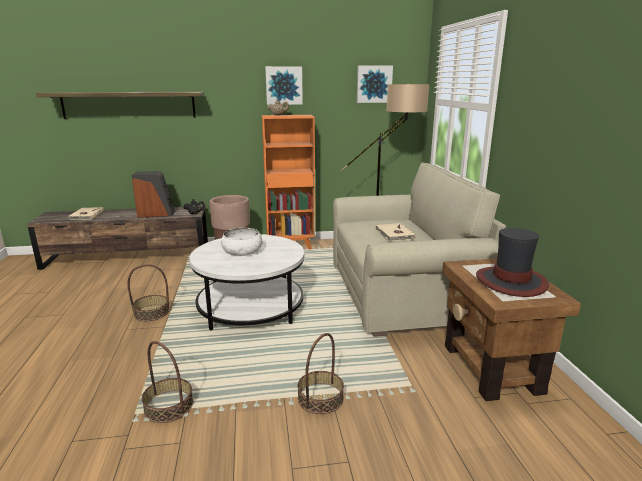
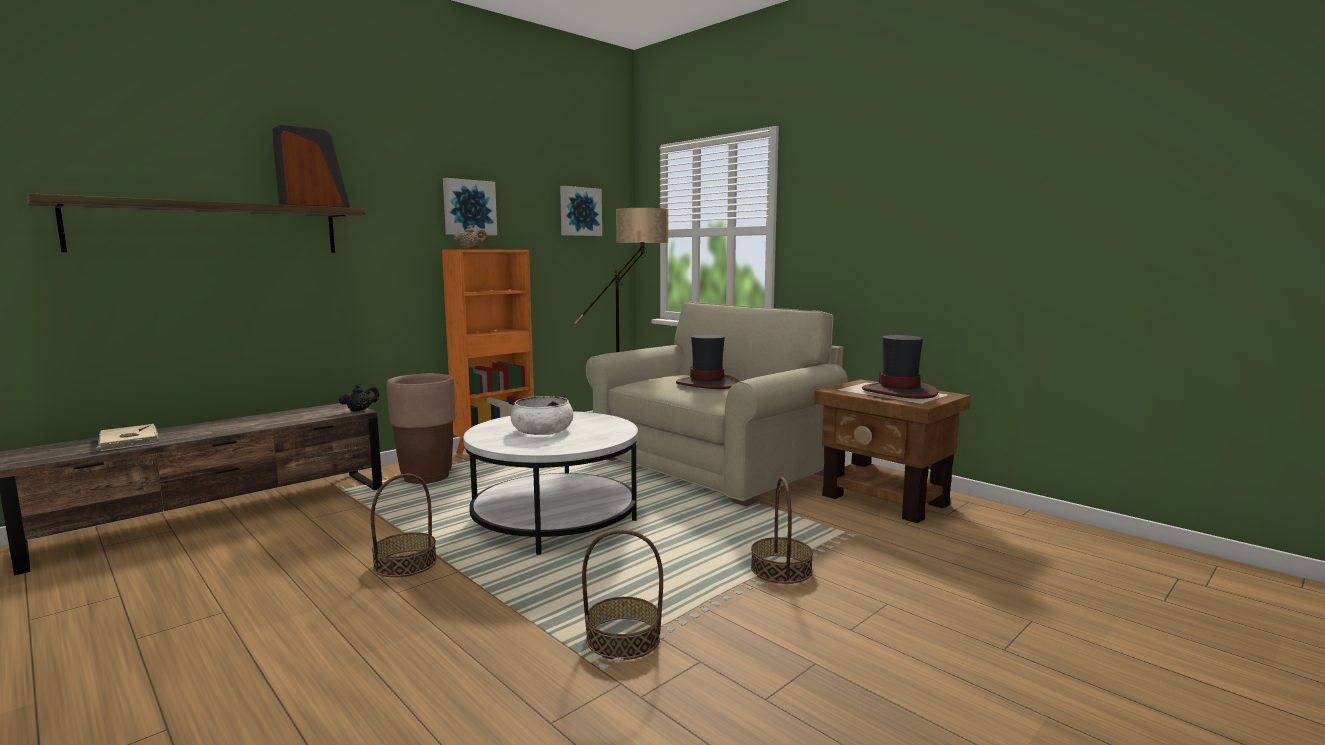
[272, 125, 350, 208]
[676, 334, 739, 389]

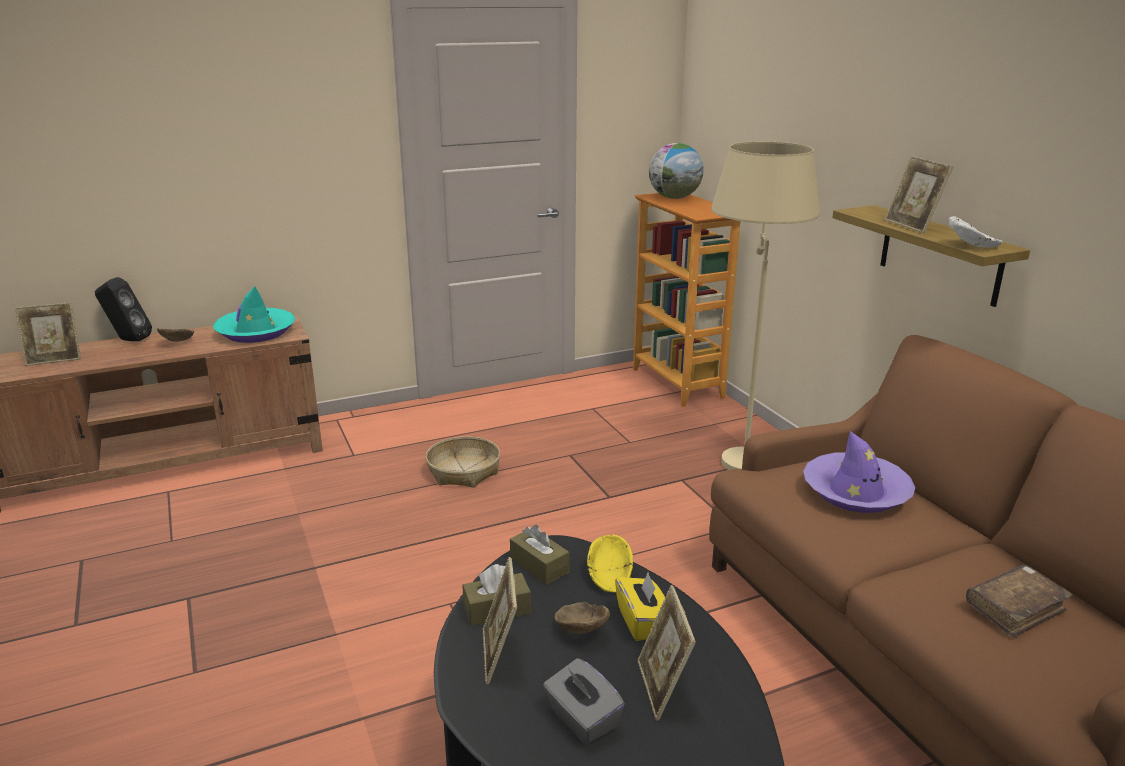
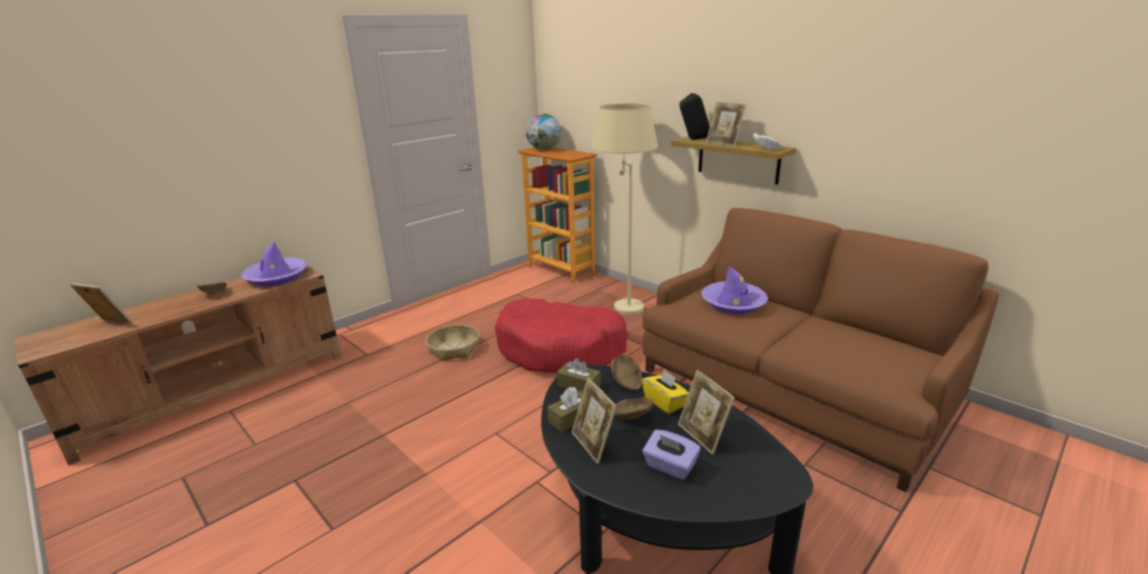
[69, 283, 132, 323]
[241, 242, 307, 286]
[495, 298, 628, 373]
[610, 355, 642, 390]
[642, 430, 701, 480]
[680, 93, 710, 140]
[966, 565, 1073, 638] (first image)

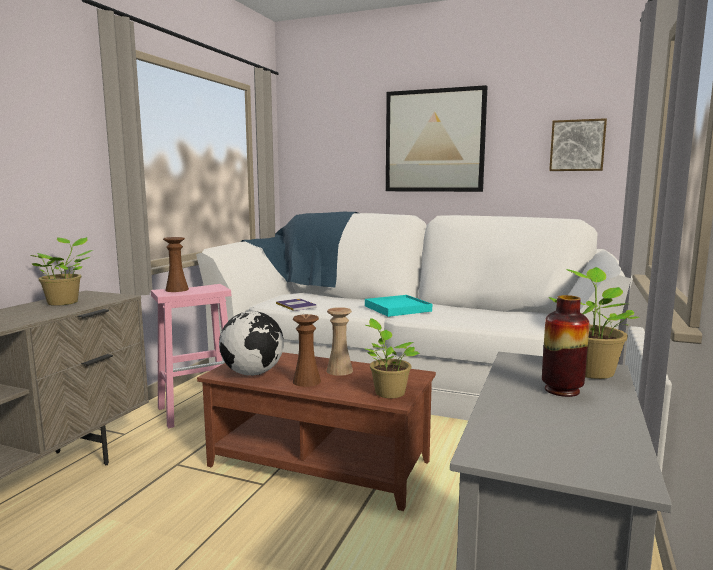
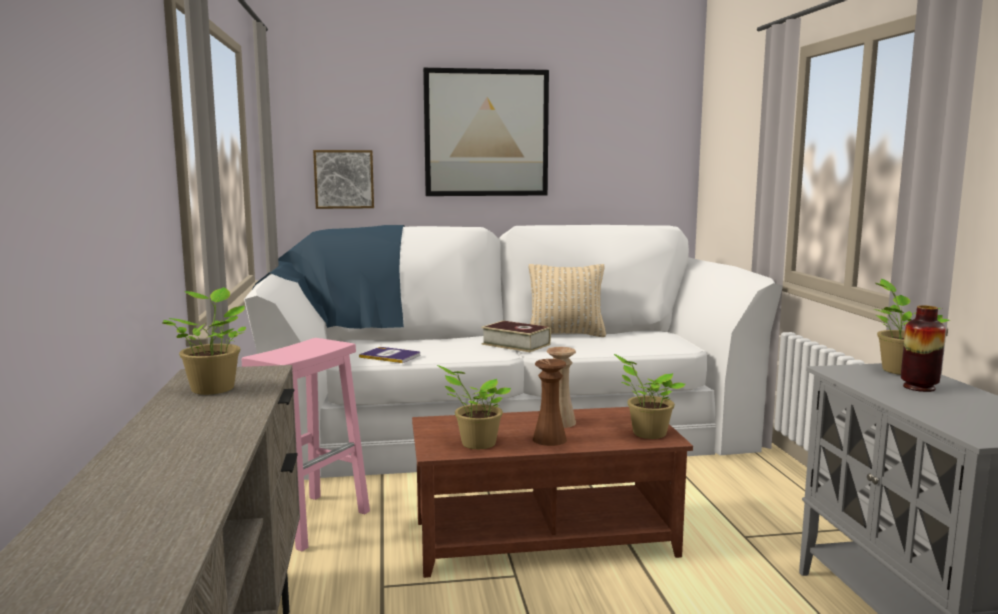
[313, 150, 374, 209]
[437, 365, 511, 449]
[481, 321, 551, 352]
[529, 264, 606, 337]
[163, 237, 189, 292] (first image)

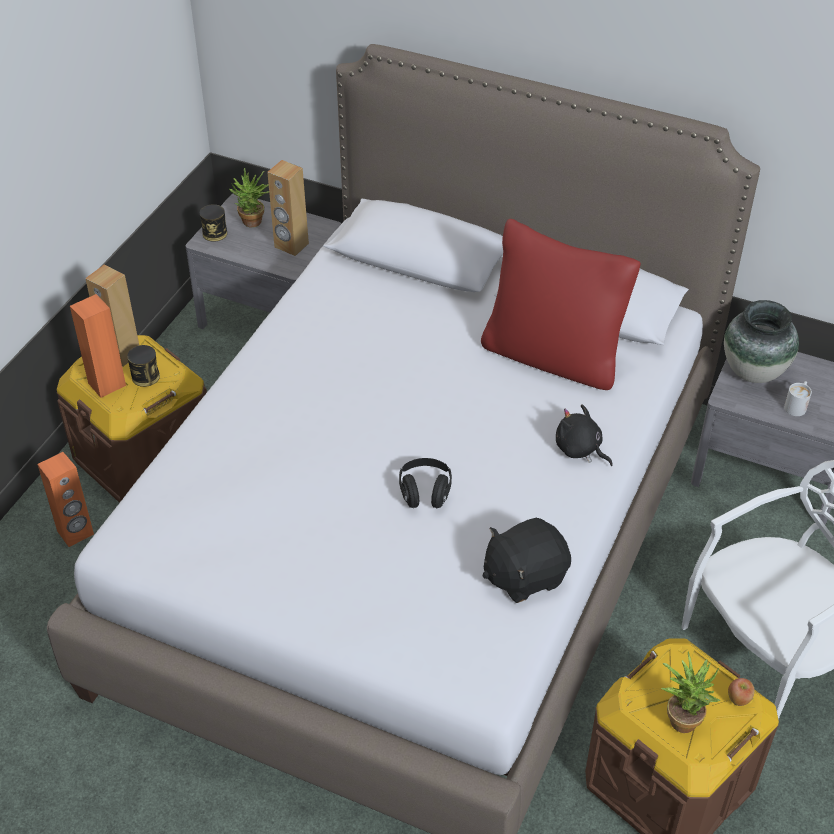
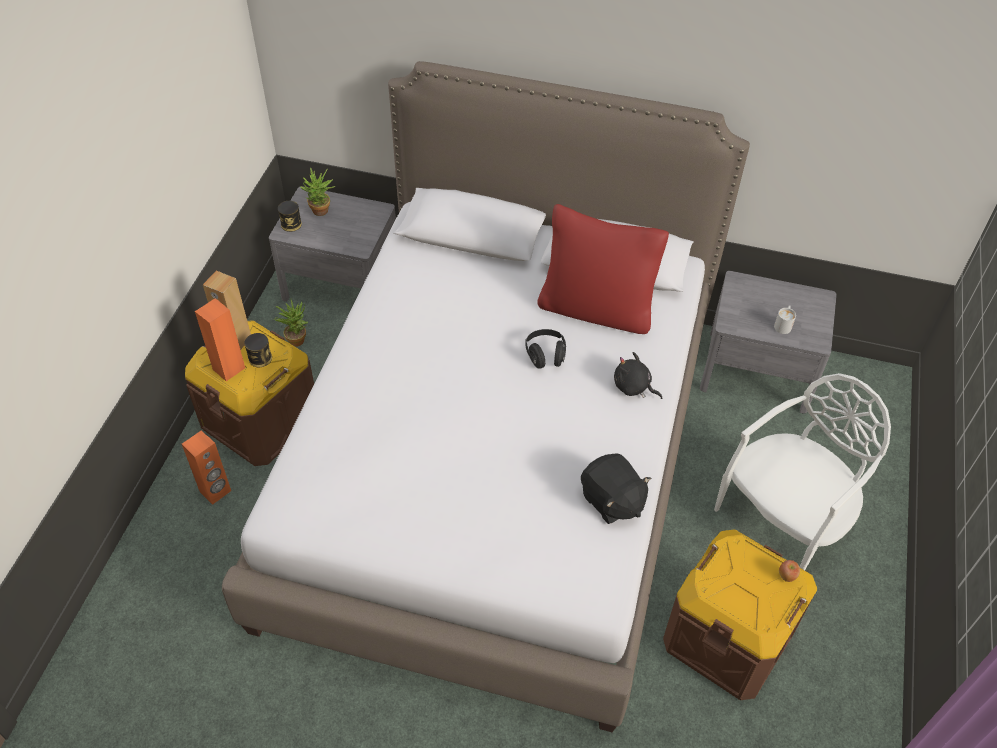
[274, 300, 308, 347]
[525, 329, 566, 369]
[581, 453, 651, 524]
[267, 160, 309, 256] (first image)
[724, 300, 799, 383] (first image)

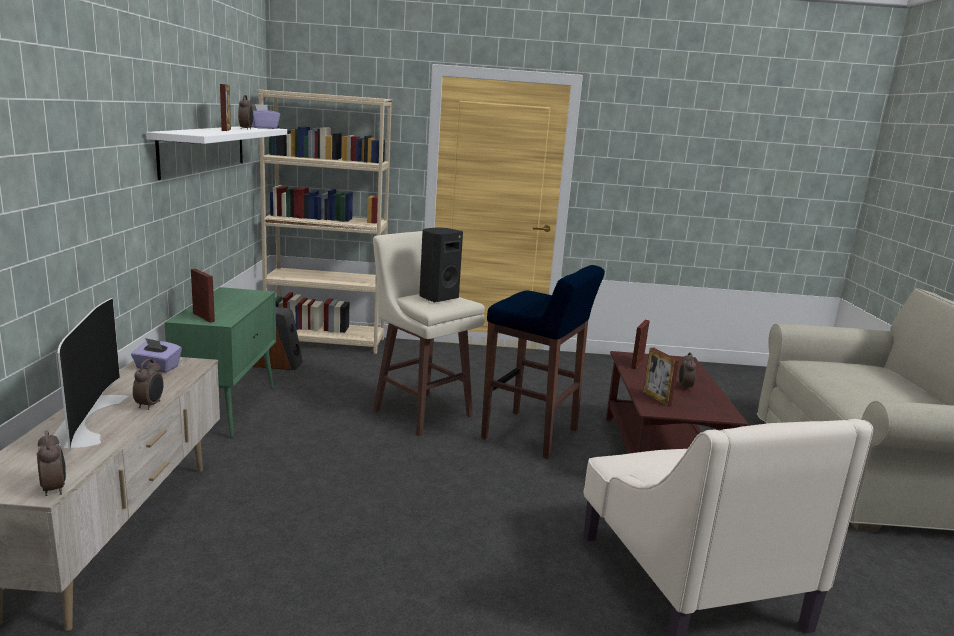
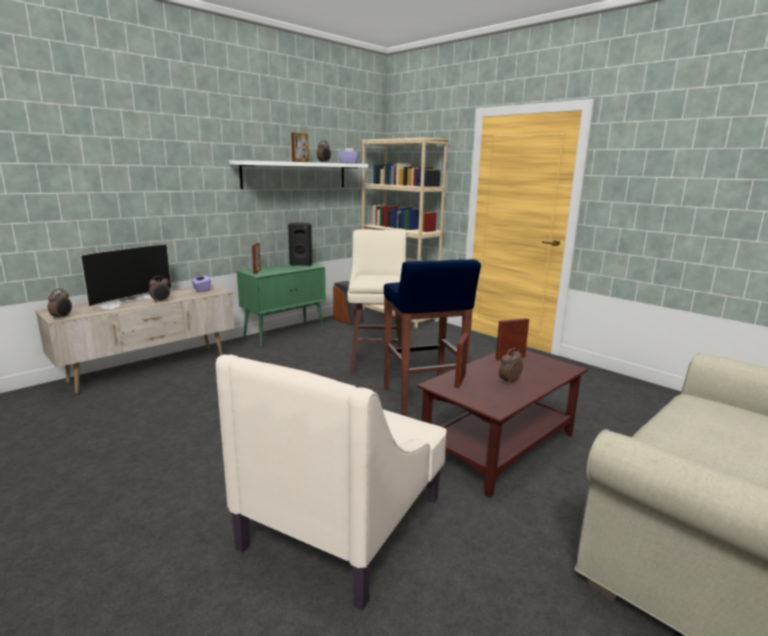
[288, 223, 312, 266]

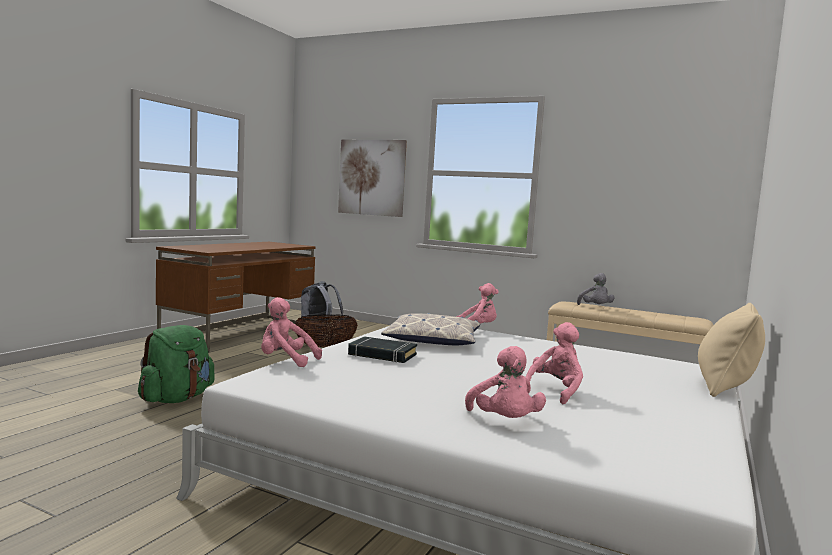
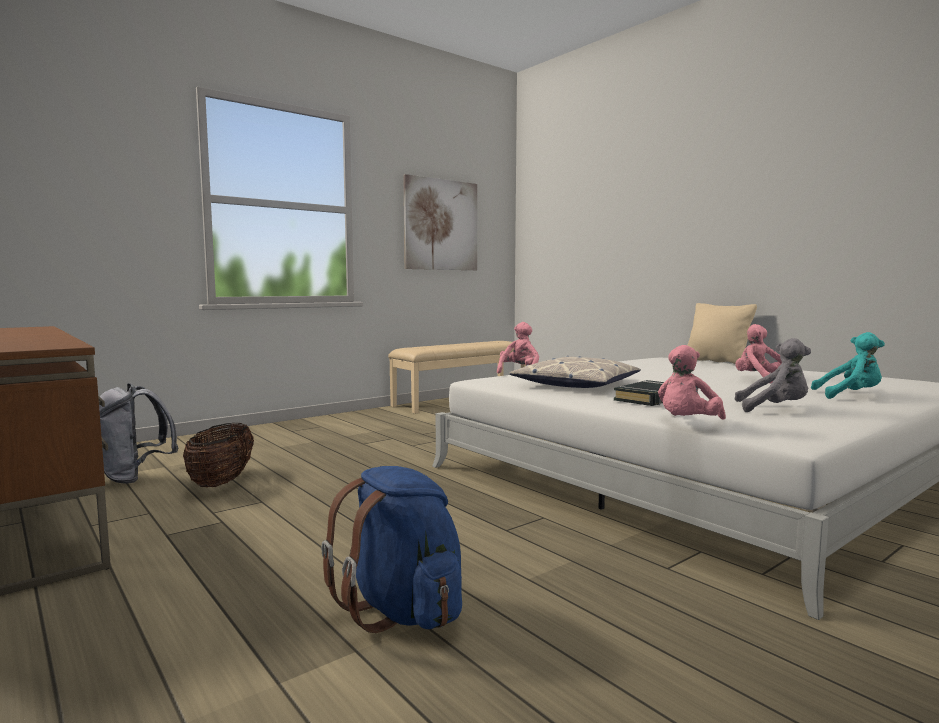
[321, 466, 462, 633]
[403, 174, 477, 270]
[735, 338, 811, 412]
[811, 332, 885, 399]

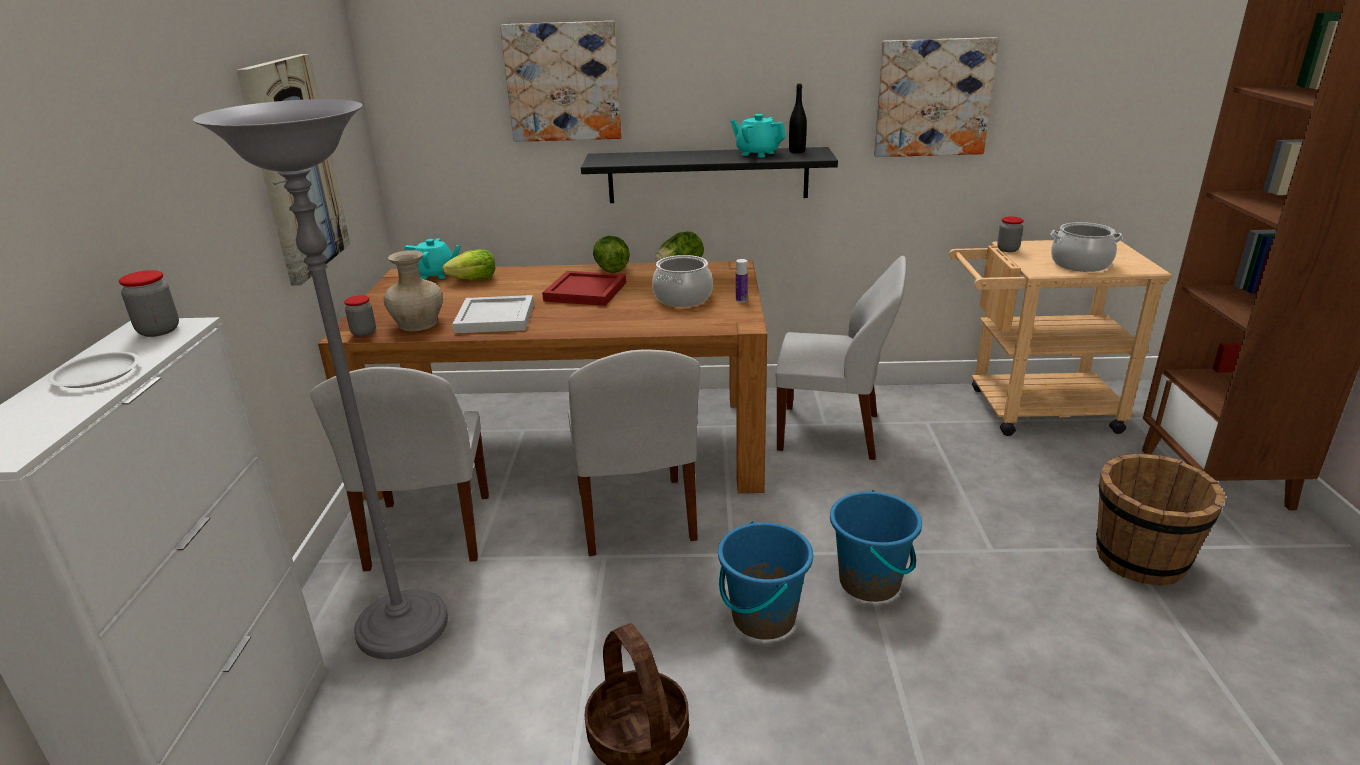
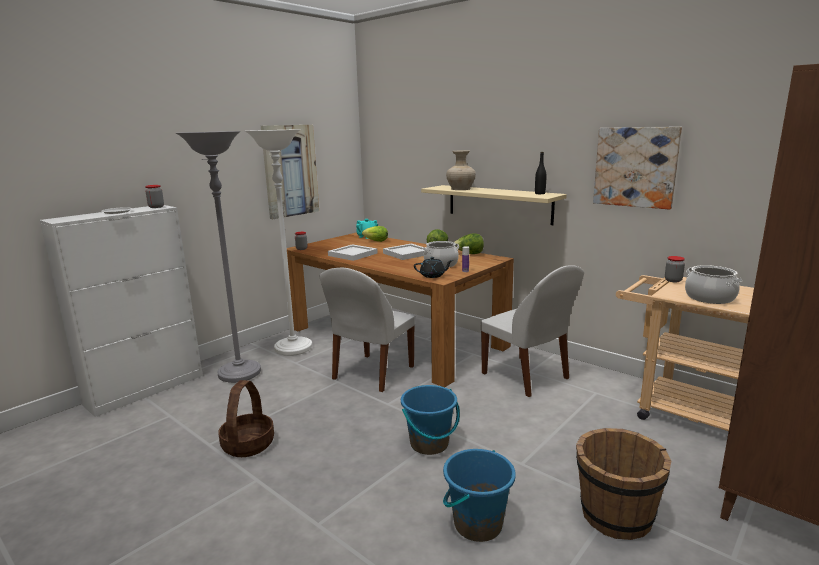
[245, 129, 312, 356]
[383, 244, 424, 260]
[414, 257, 453, 278]
[421, 185, 567, 225]
[443, 449, 516, 542]
[446, 150, 476, 190]
[500, 21, 622, 142] (first image)
[730, 114, 786, 158] (first image)

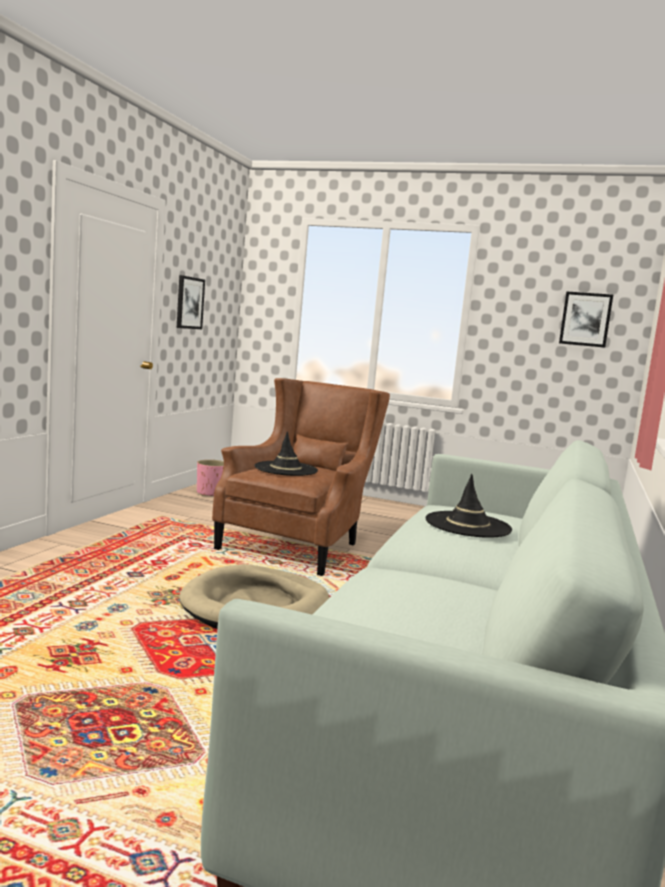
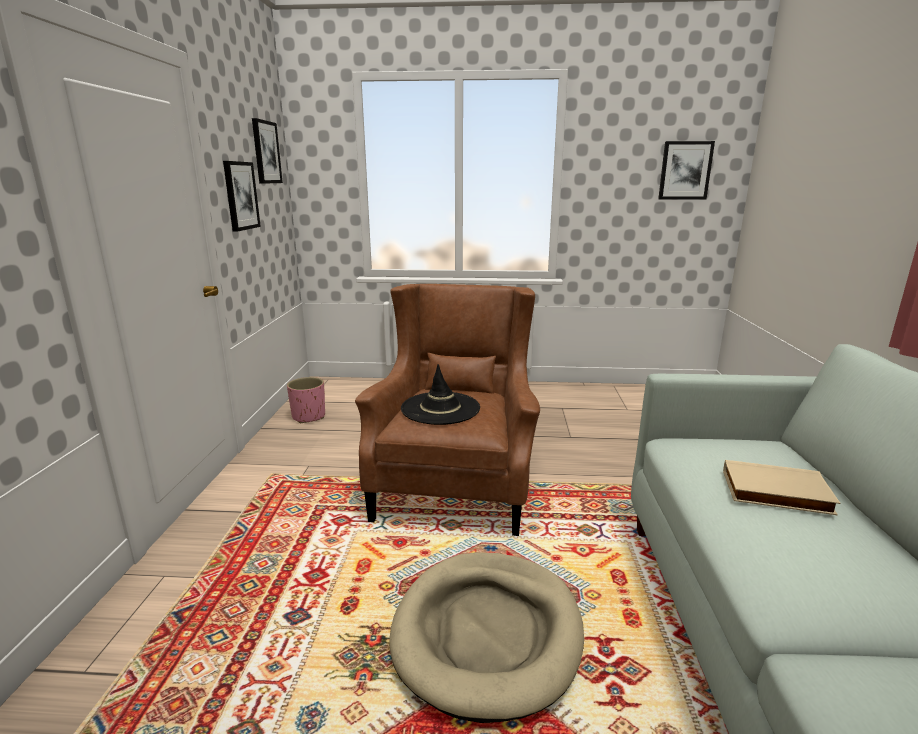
[252, 118, 283, 184]
[723, 460, 840, 515]

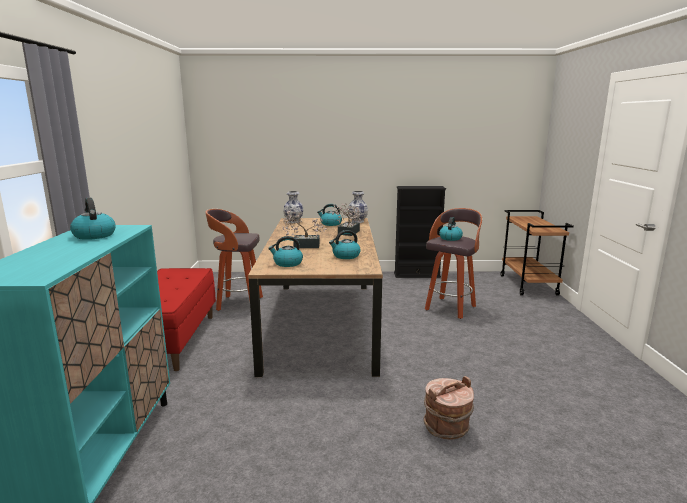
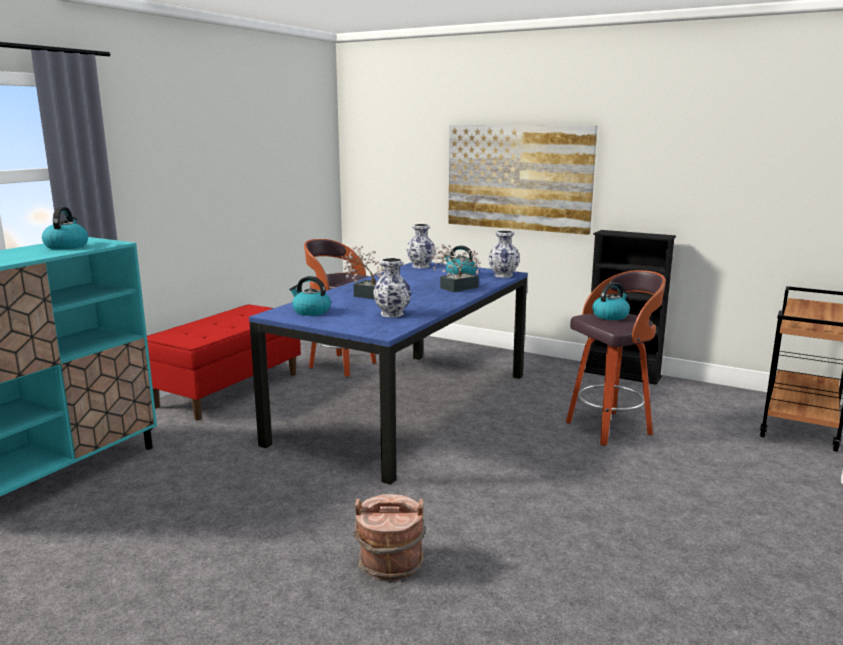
[249, 262, 528, 485]
[373, 258, 411, 317]
[448, 125, 597, 235]

